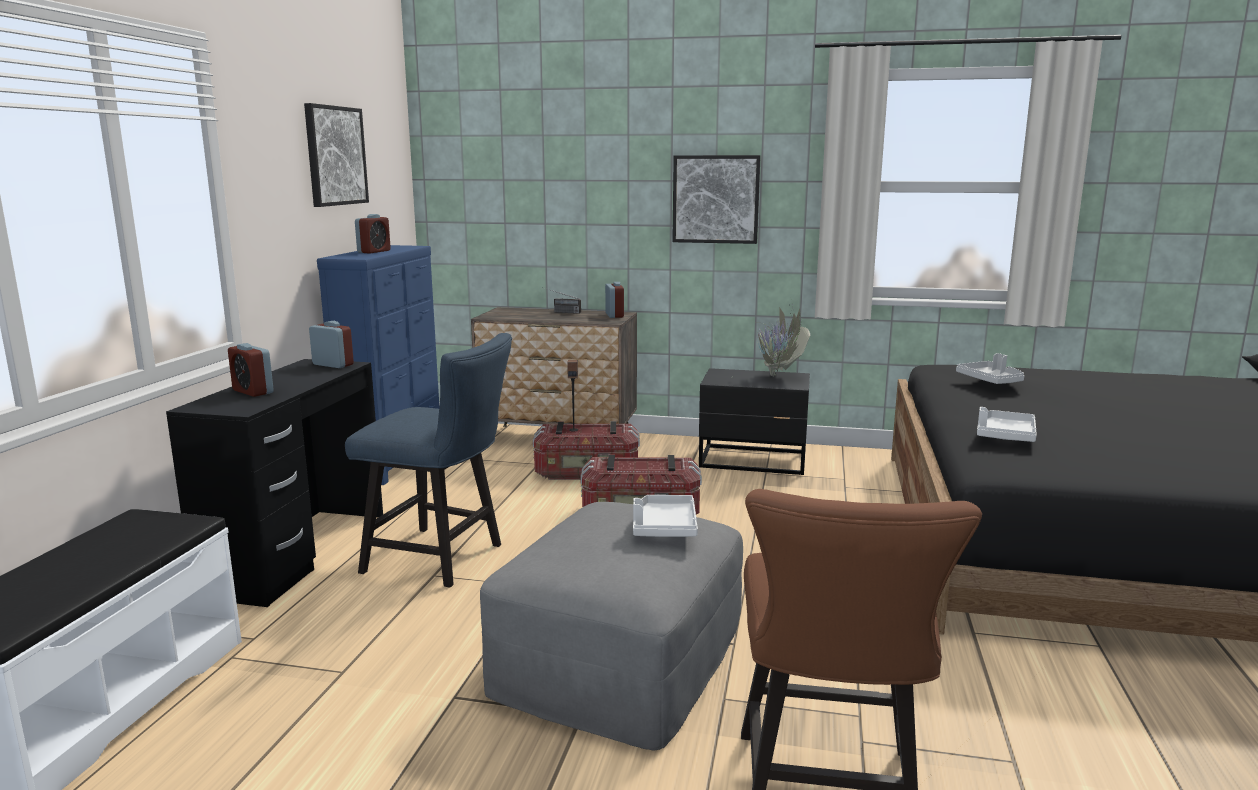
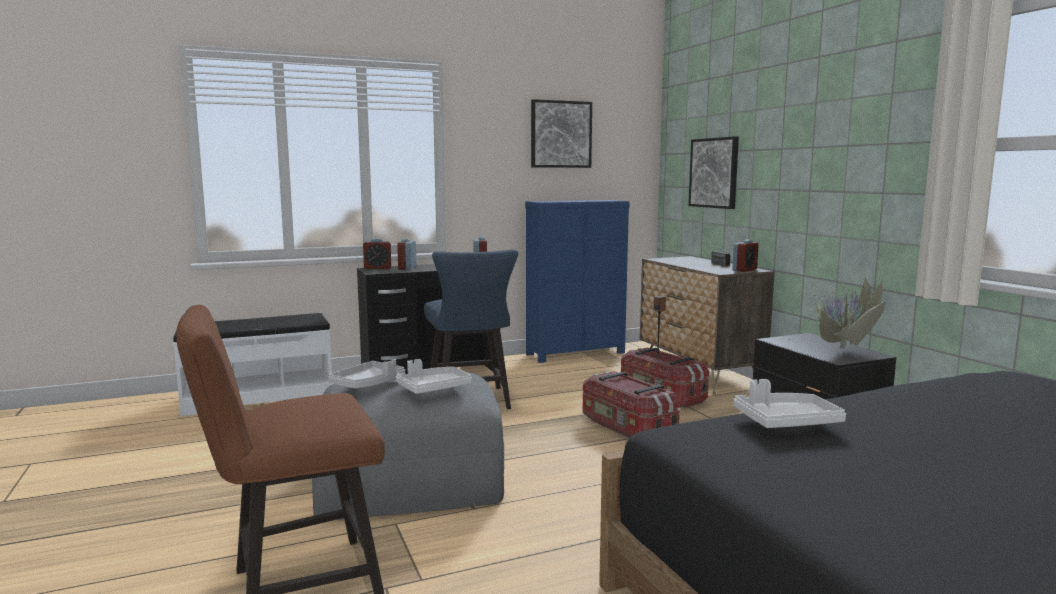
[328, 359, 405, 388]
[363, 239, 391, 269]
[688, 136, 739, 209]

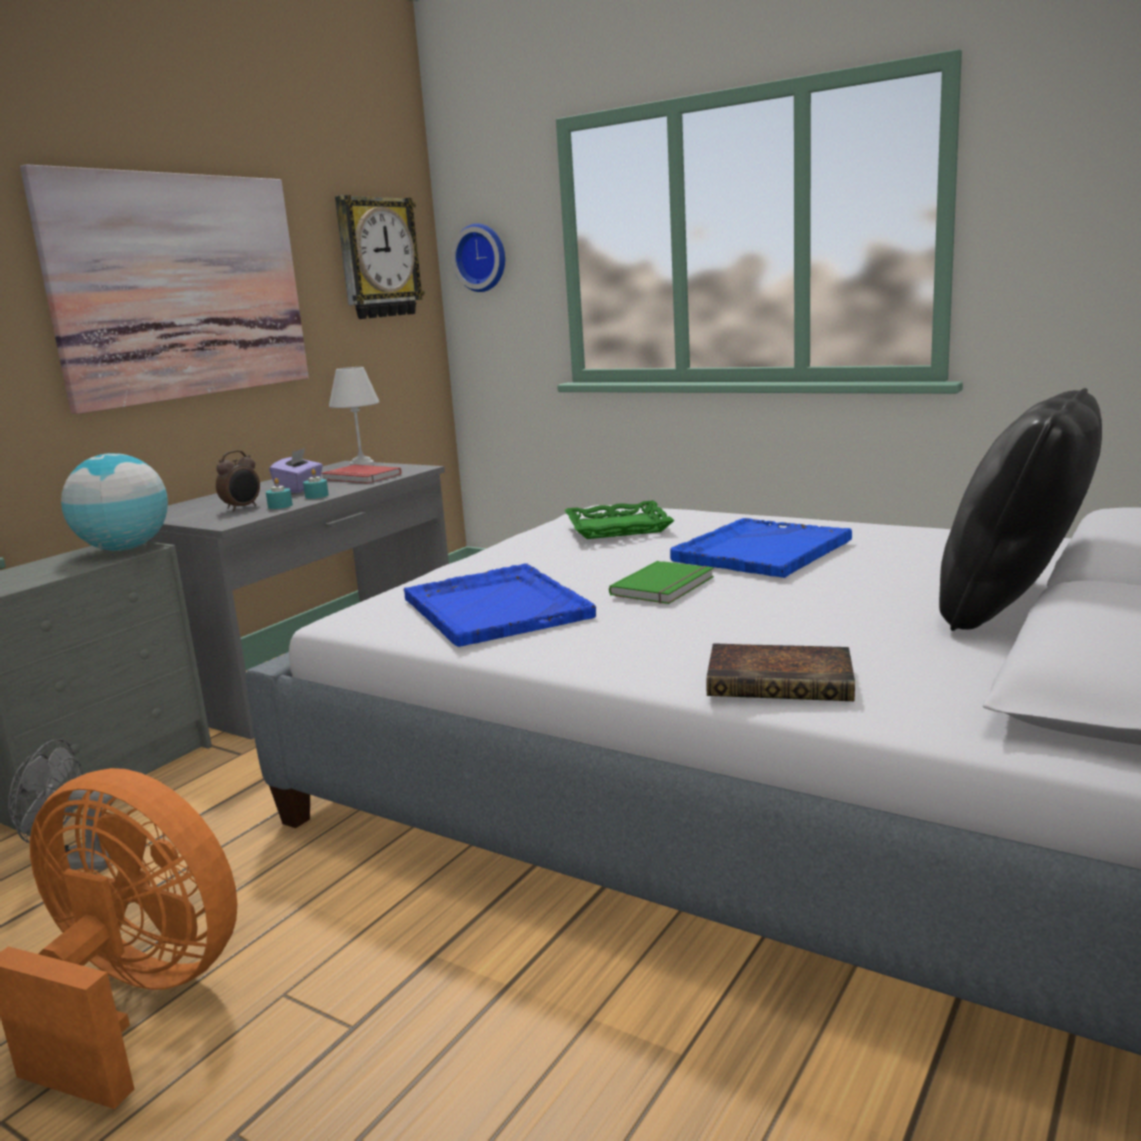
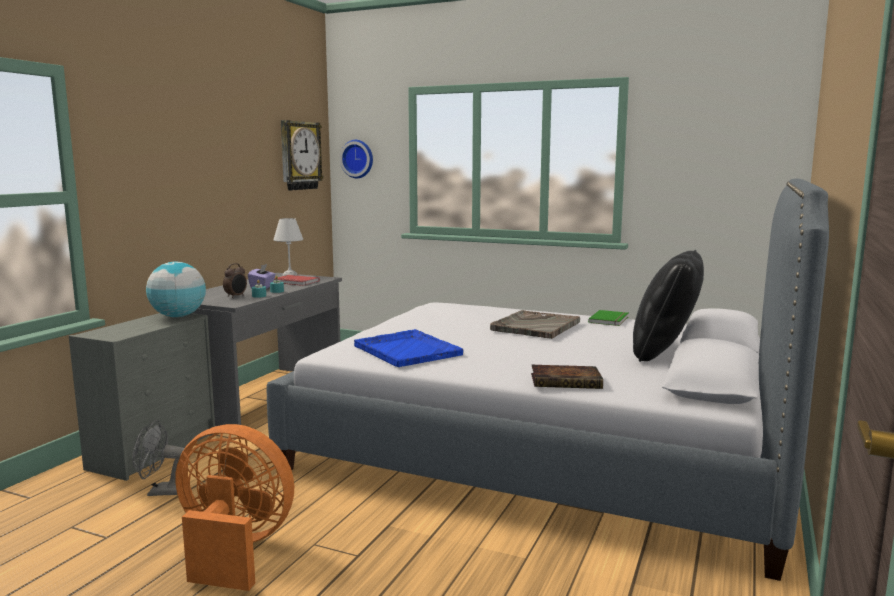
[490, 310, 580, 339]
[588, 310, 628, 326]
[20, 164, 309, 414] (first image)
[565, 500, 675, 539] (first image)

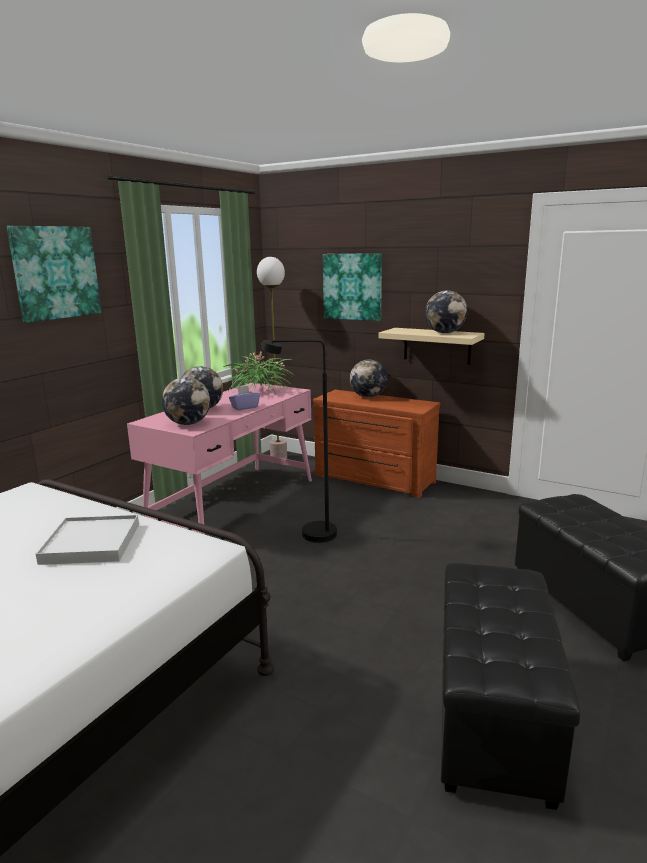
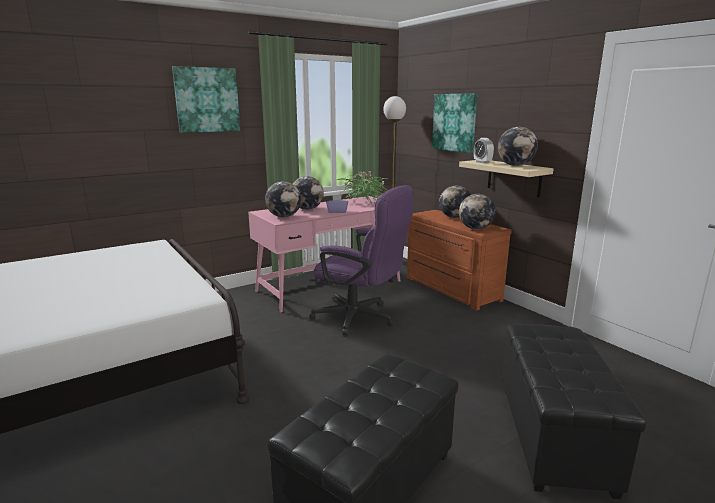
[309, 185, 414, 336]
[459, 194, 496, 230]
[474, 138, 494, 163]
[36, 515, 139, 565] (first image)

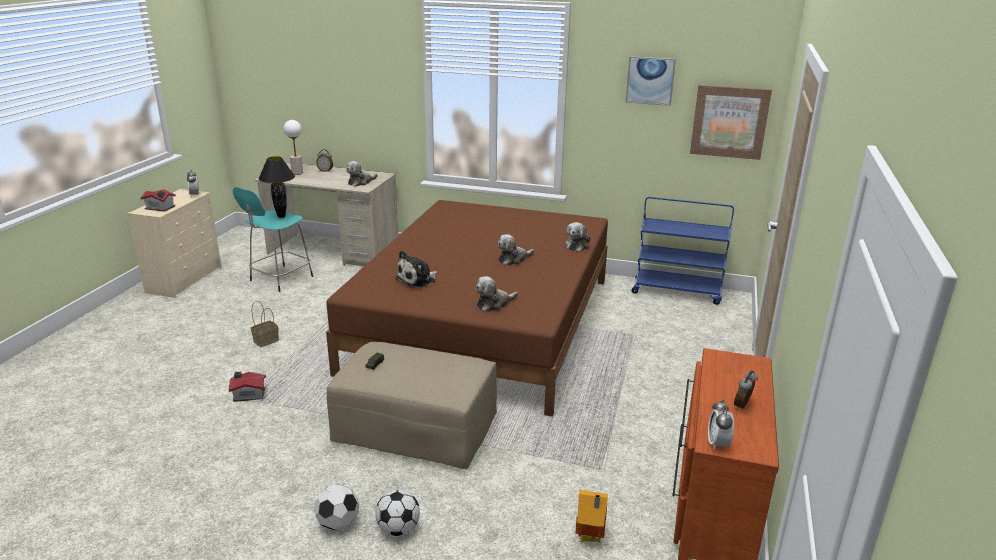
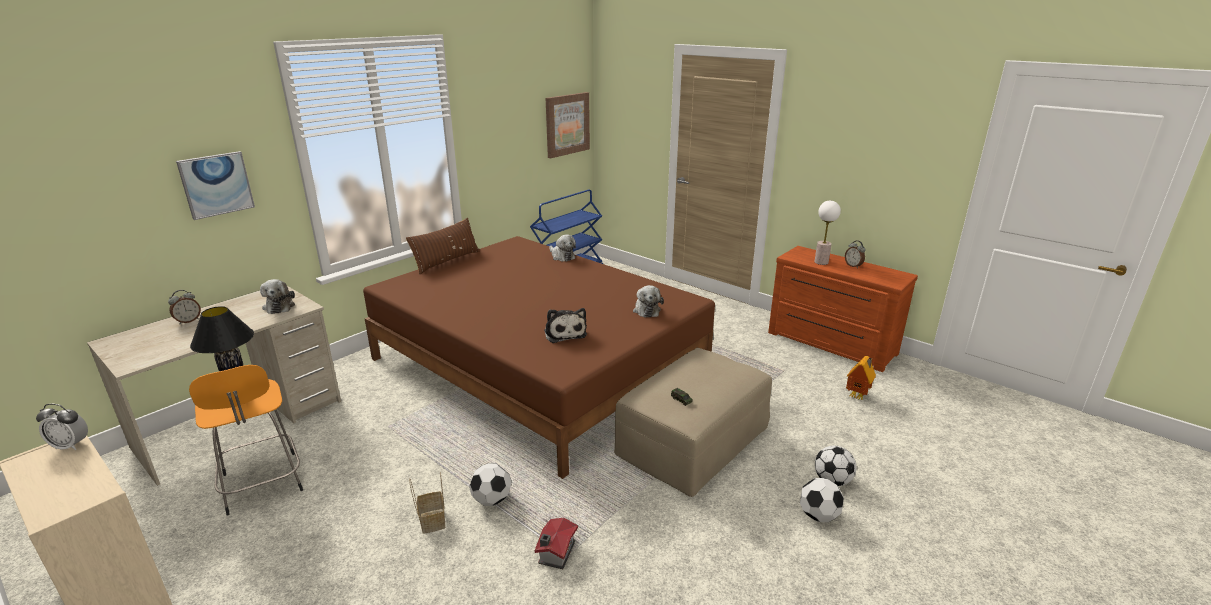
[176, 151, 255, 220]
[189, 365, 303, 516]
[406, 218, 480, 274]
[469, 463, 512, 506]
[814, 200, 841, 265]
[141, 189, 176, 212] (first image)
[498, 234, 535, 265] (first image)
[708, 400, 734, 450] (first image)

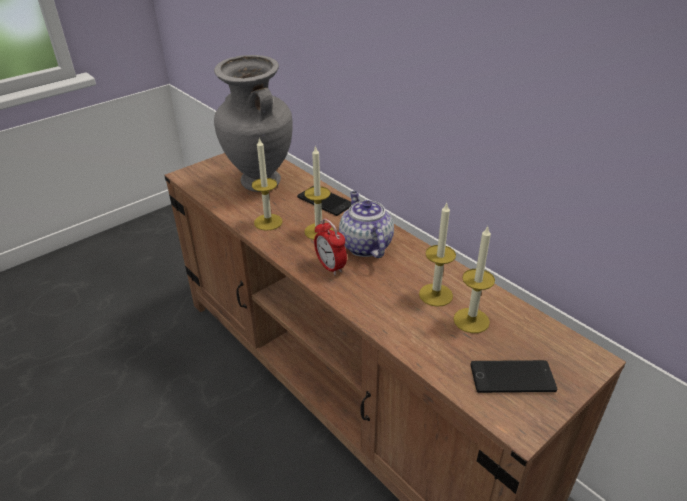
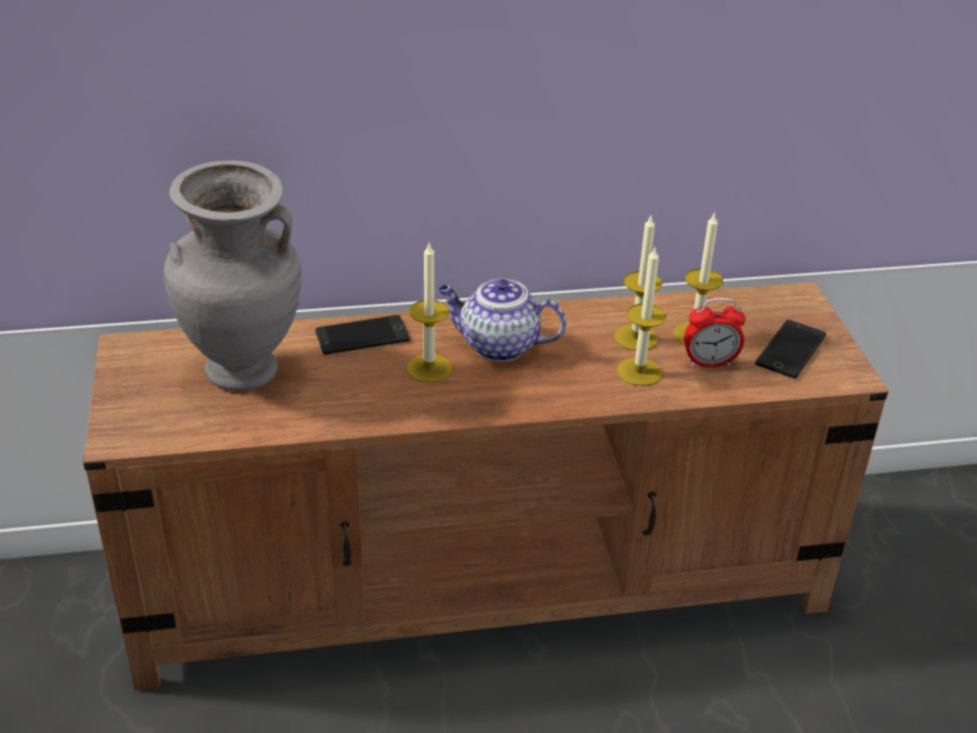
[617, 248, 667, 386]
[684, 298, 746, 367]

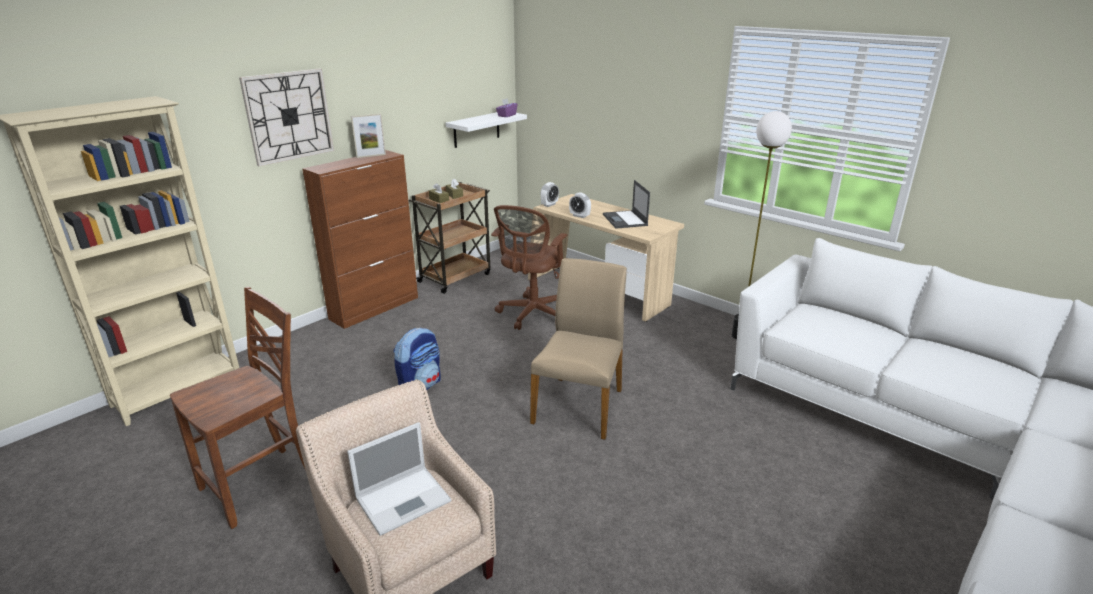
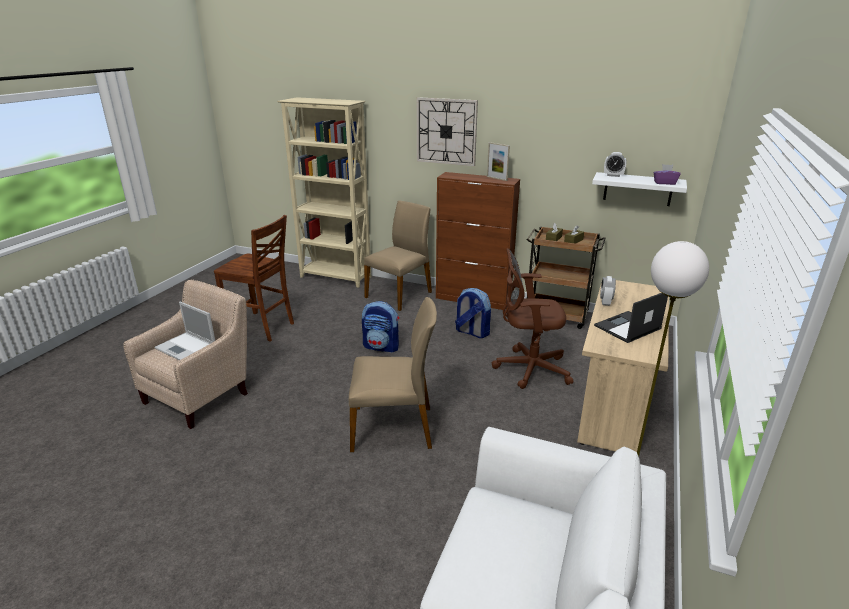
[364, 201, 432, 311]
[455, 288, 491, 338]
[604, 152, 627, 177]

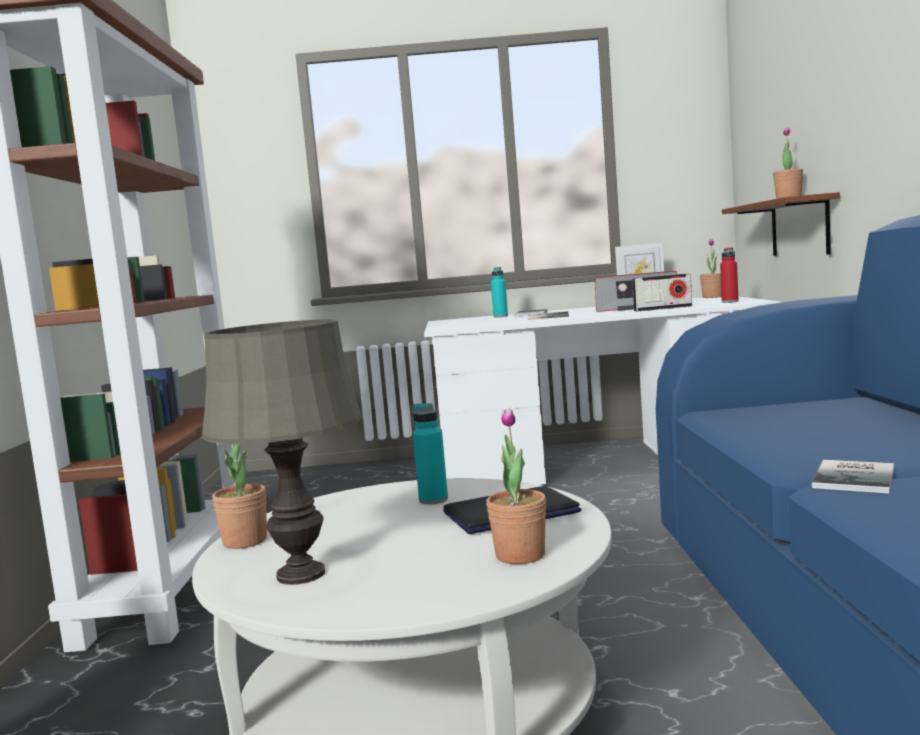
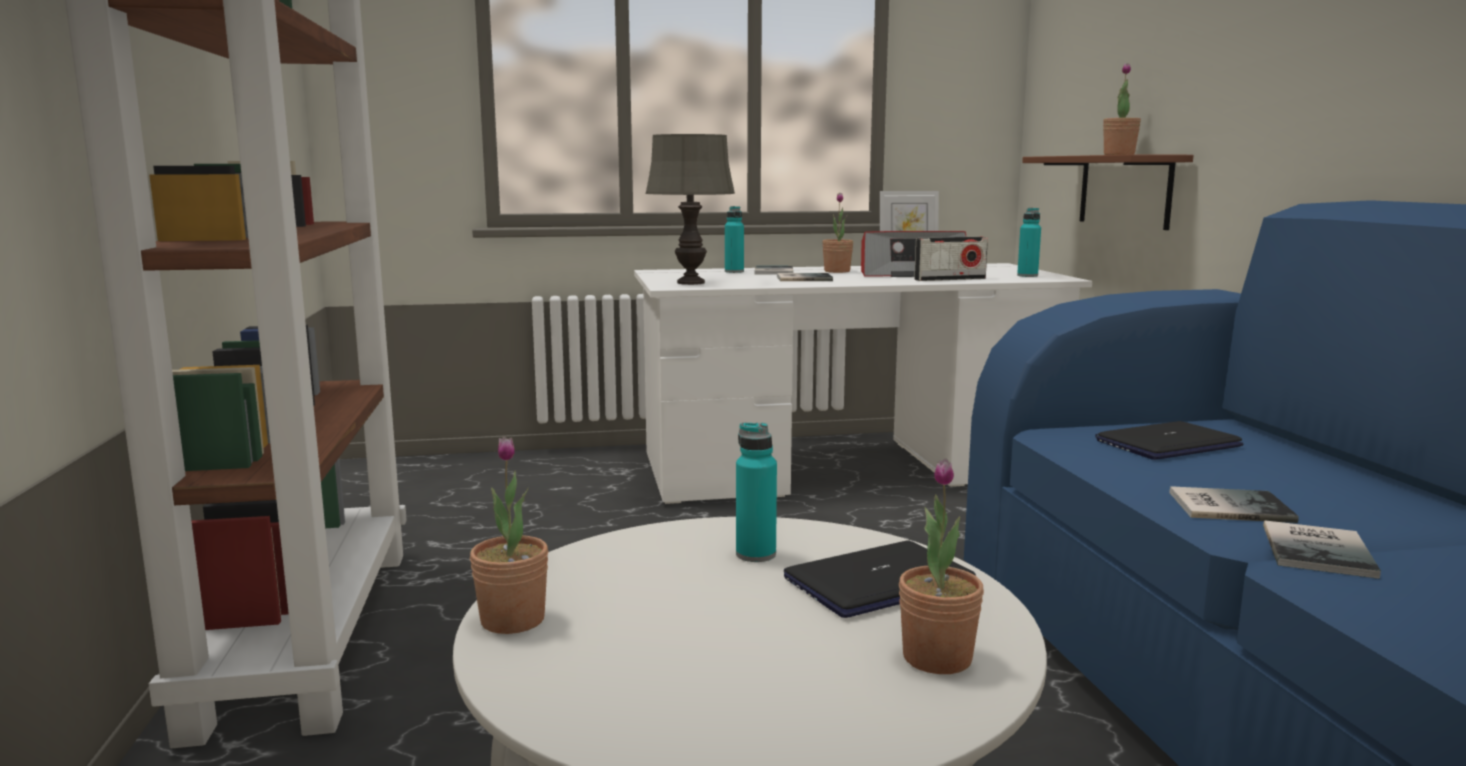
[646, 134, 735, 285]
[822, 193, 853, 273]
[1017, 208, 1041, 277]
[1095, 421, 1243, 460]
[1169, 486, 1299, 523]

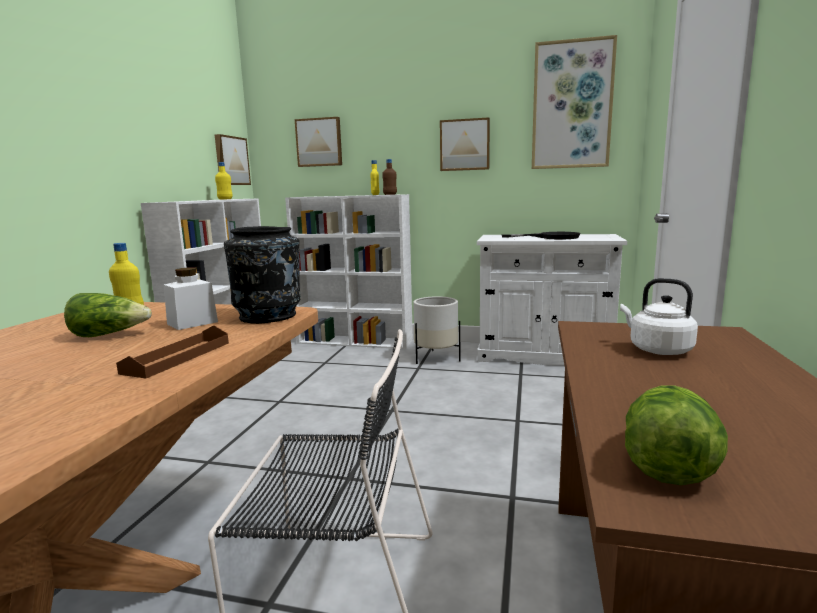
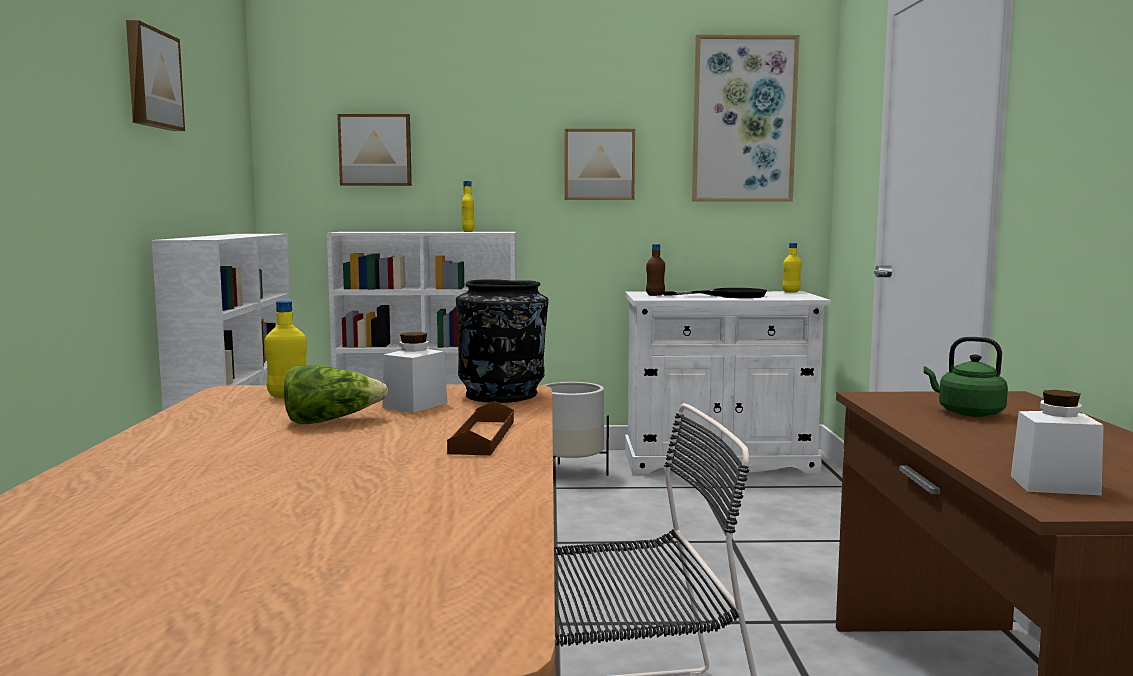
[126, 20, 185, 131]
[646, 244, 665, 296]
[782, 243, 802, 293]
[924, 337, 1008, 417]
[1011, 390, 1104, 495]

